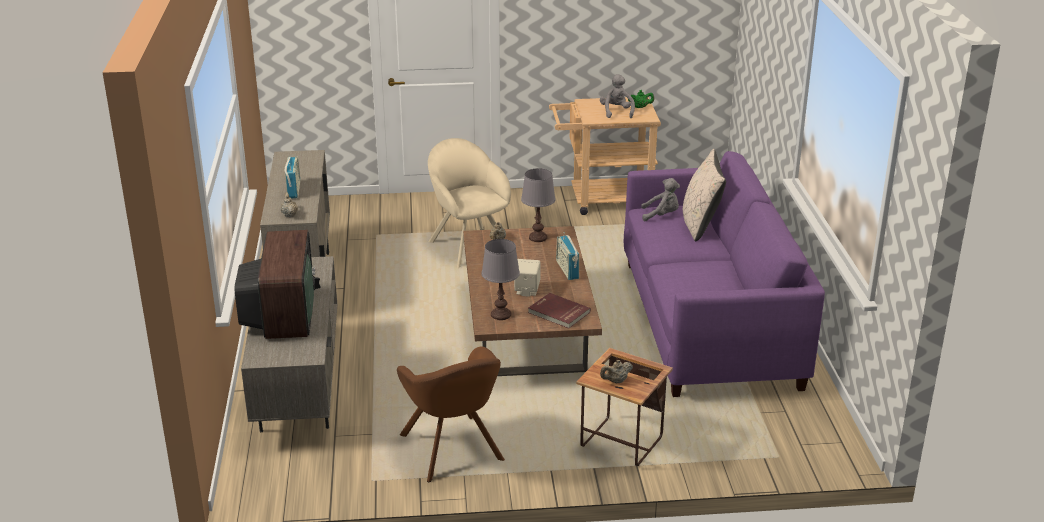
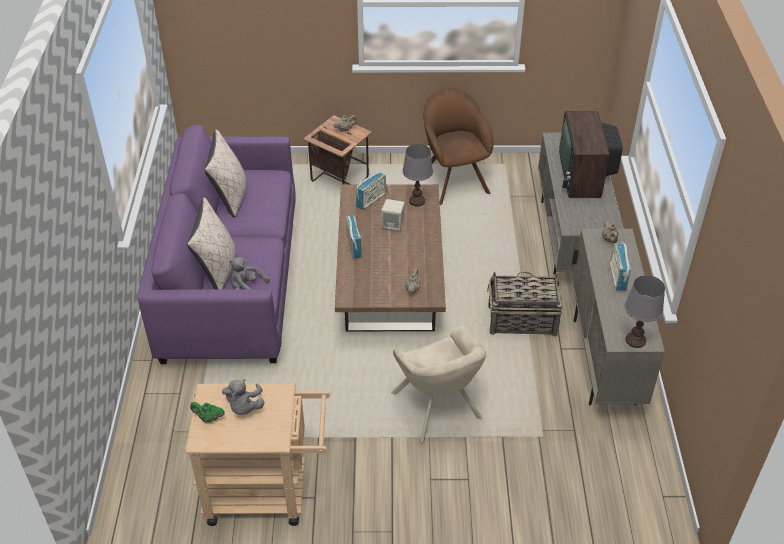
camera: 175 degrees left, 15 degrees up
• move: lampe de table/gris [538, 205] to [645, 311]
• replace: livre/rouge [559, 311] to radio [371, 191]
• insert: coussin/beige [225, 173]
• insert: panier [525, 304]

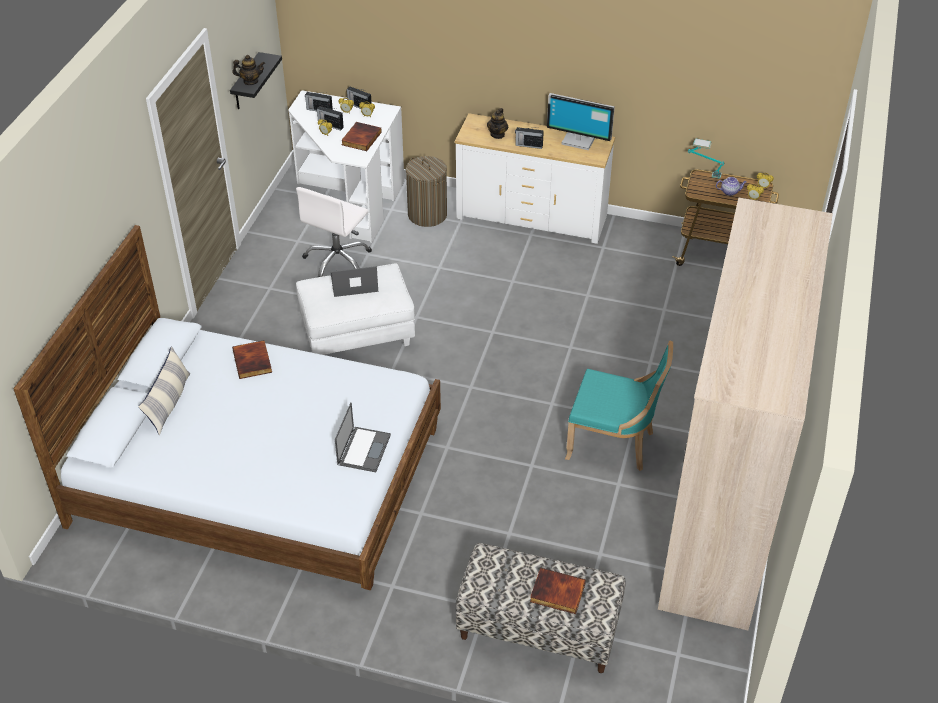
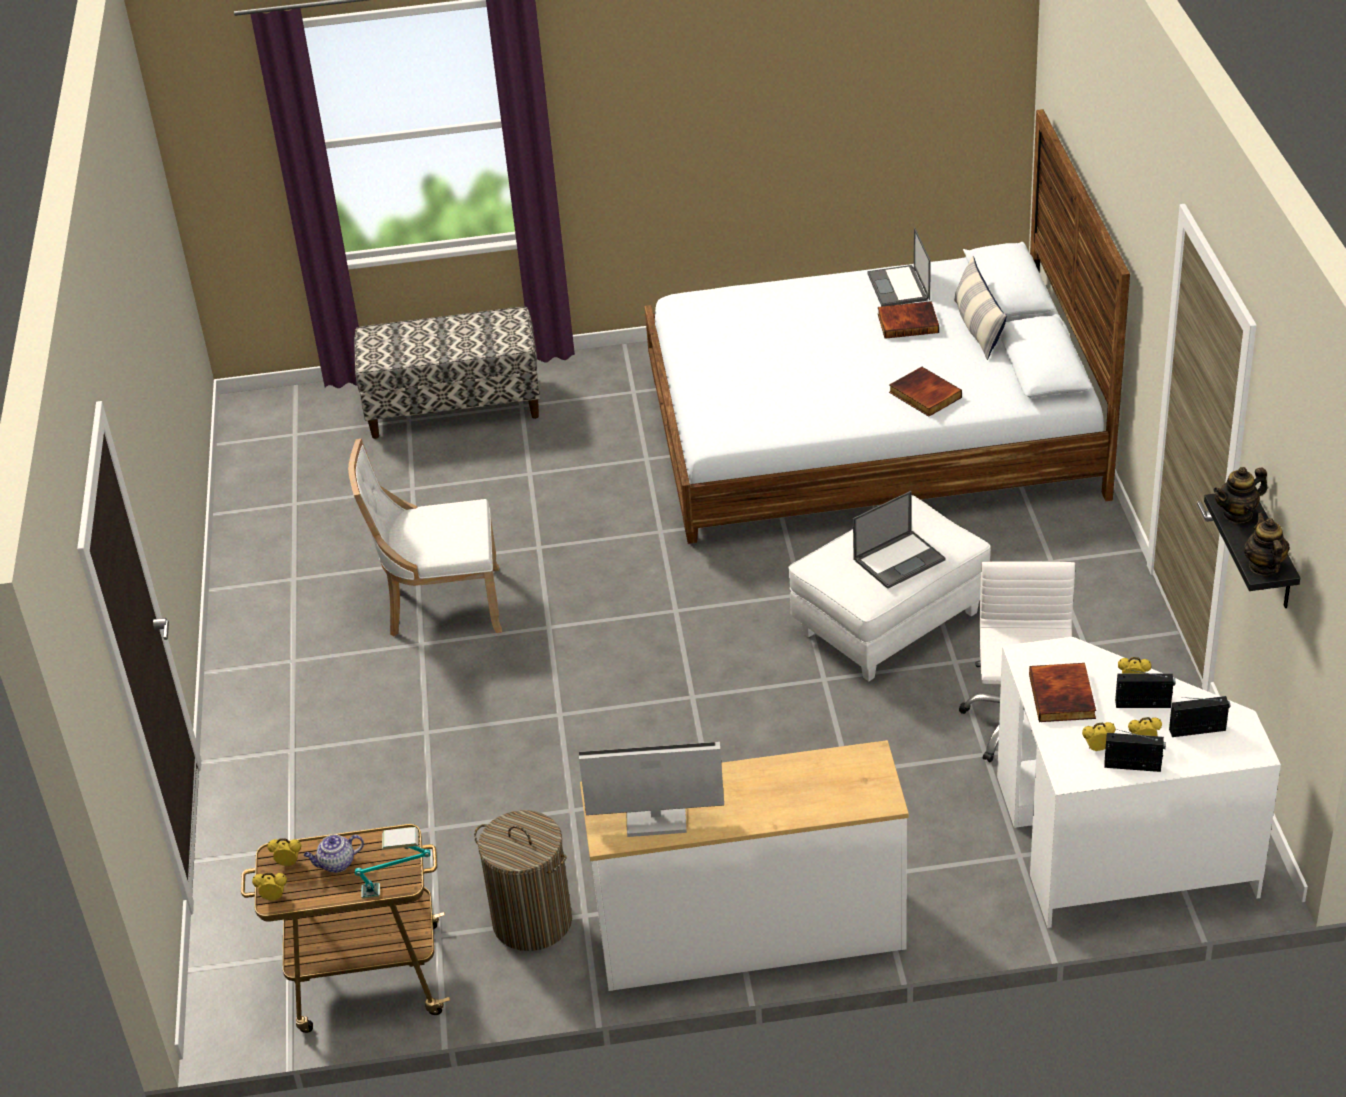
camera: 160 degrees right, 5 degrees down
• move: ordinateur portable [363, 437] to [899, 267]
• move: panier à linge [426, 191] to [523, 880]
• move: théière [497, 123] to [1267, 544]
• delete: radio [529, 138]
• move: livre [558, 591] to [908, 320]
• recolor: chaise/turquoise [619, 405] to chaise/blanc [425, 537]
• delete: armoire [745, 413]

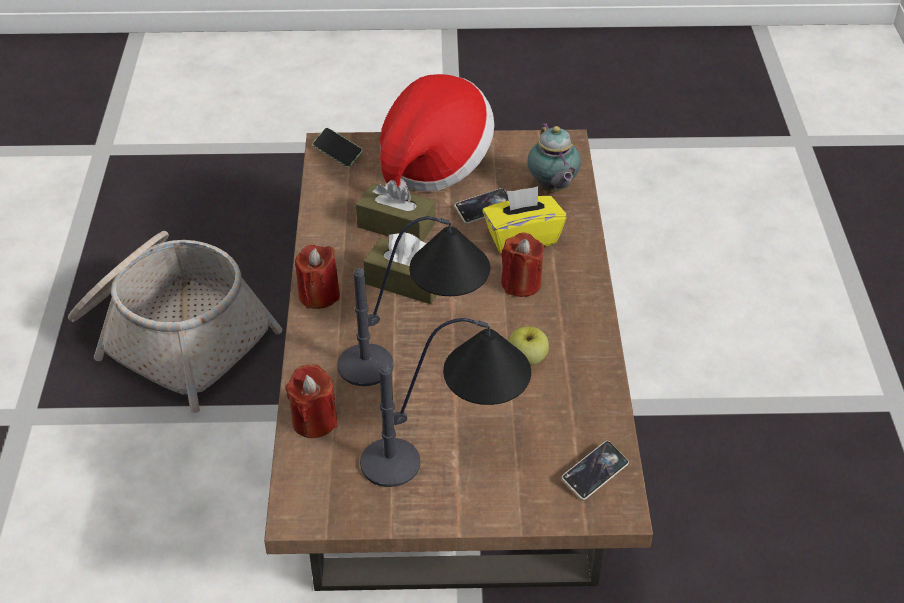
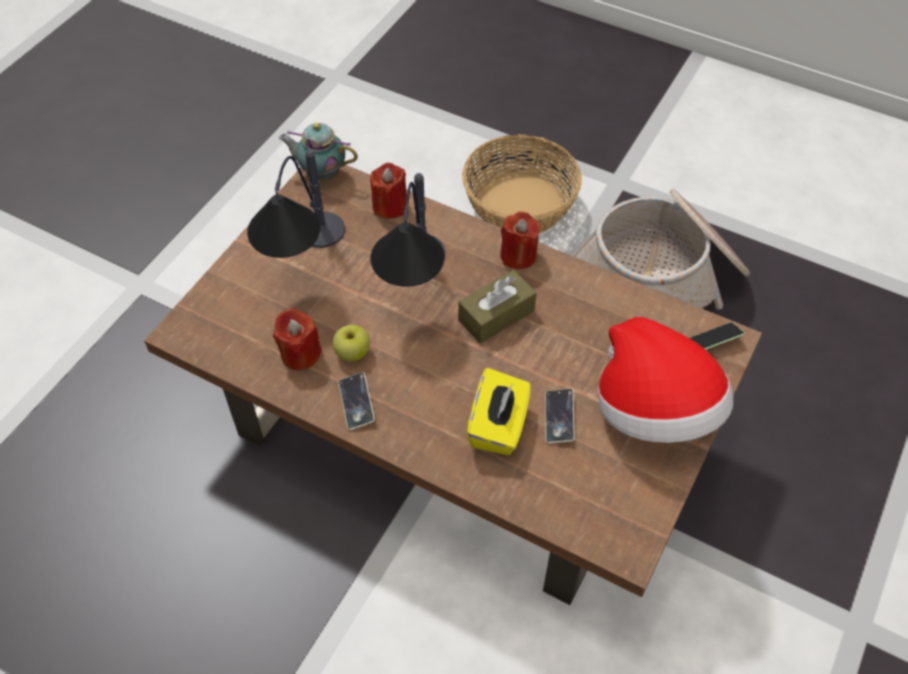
camera: 120 degrees right, 10 degrees up
• delete: boîte à mouchoirs/marron [396, 211]
• move: bougie/rouge [523, 264] to [297, 339]
• move: théière [554, 157] to [318, 152]
• move: téléphone [595, 470] to [357, 401]
• insert: panier [522, 184]

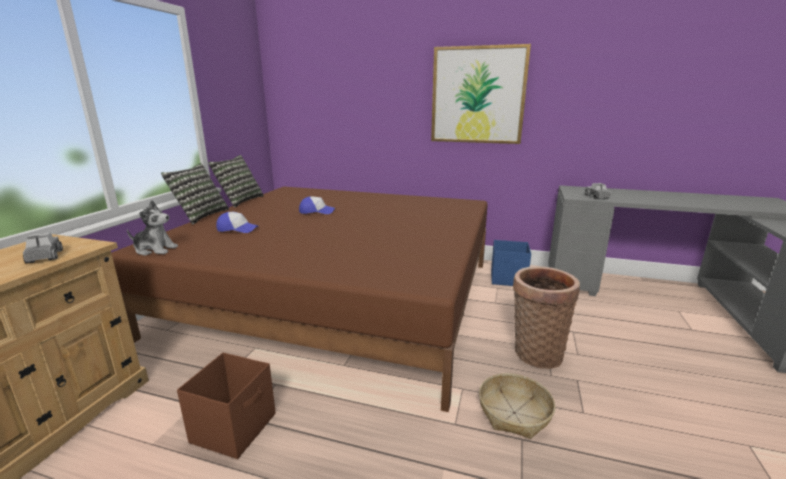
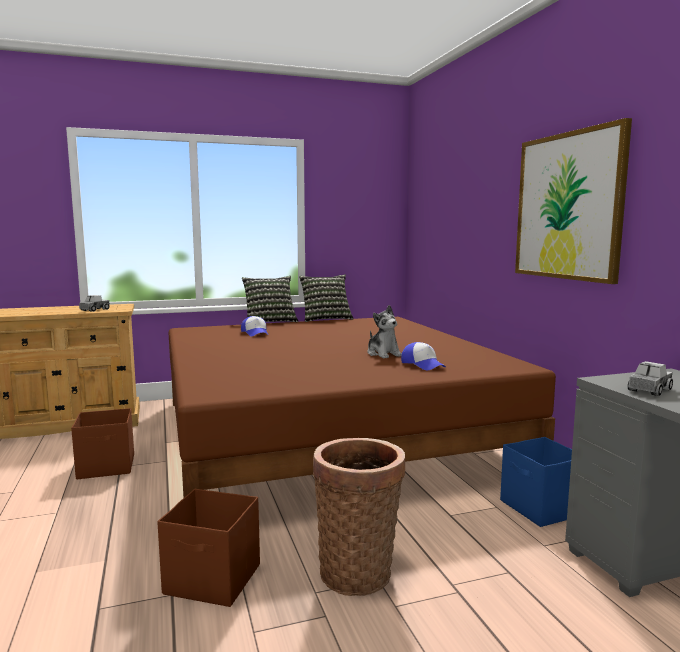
camera: 55 degrees right, 10 degrees down
• move: peluche [152, 228] to [384, 331]
• move: casquette [317, 205] to [423, 356]
• replace: panier [517, 406] to boîte de rangement/marron [208, 548]

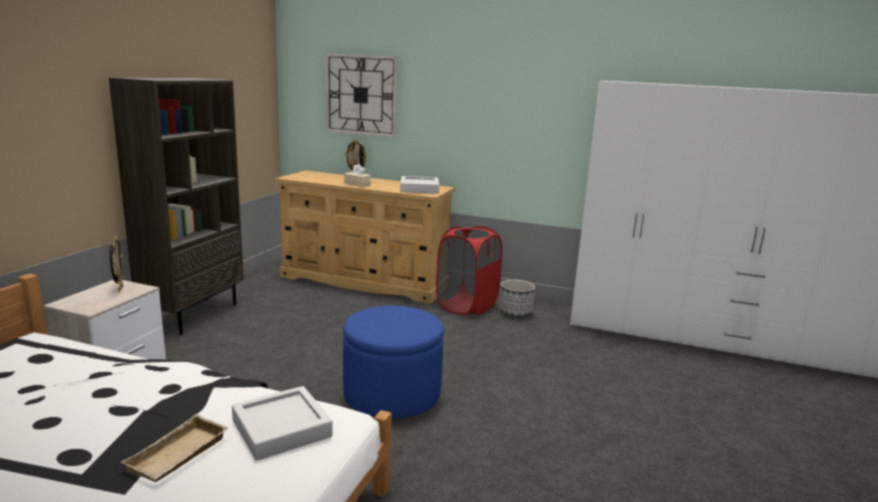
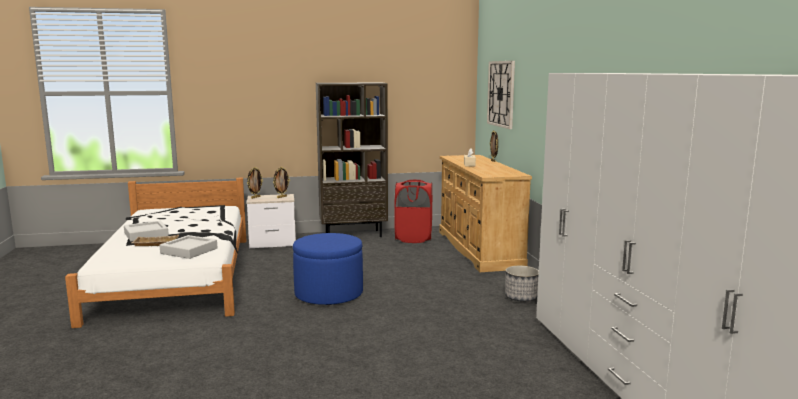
camera: 60 degrees right, 5 degrees down
• move: plateau/gris [419, 185] to [146, 231]
• move: panier à linge/rouge [469, 270] to [413, 211]
• insert: cadre photo [255, 183]

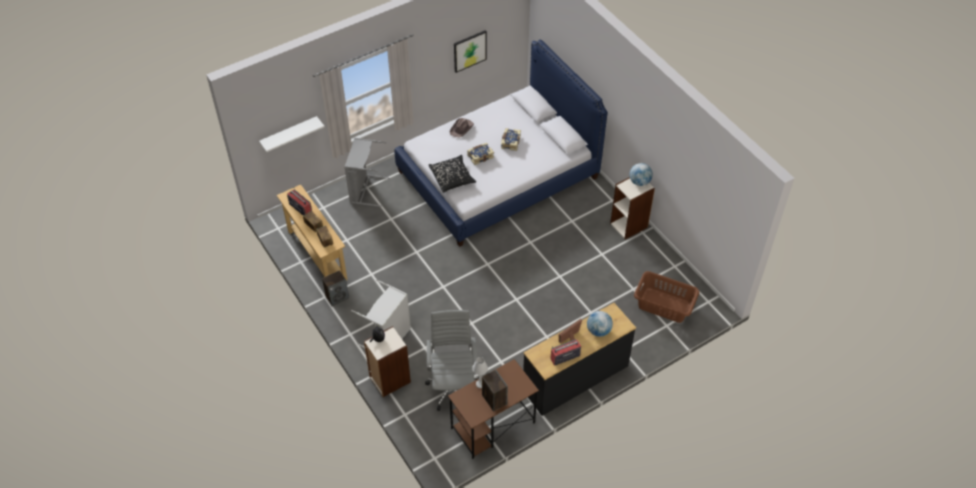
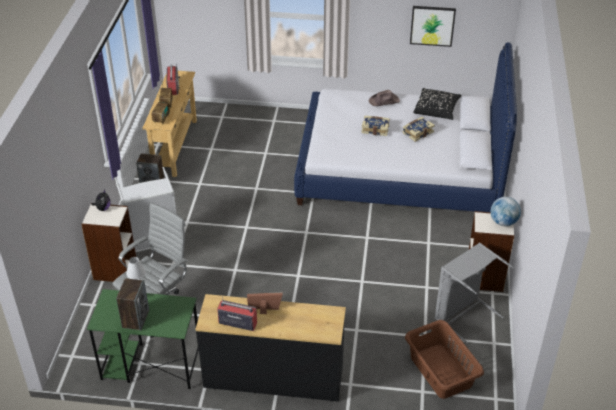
camera: 40 degrees right, 10 degrees down
• delete: étagère/blanc [291, 134]
• move: panier à linge/gris [367, 172] to [474, 293]
• move: coussin/noir [452, 174] to [437, 104]
• recolor: bureau/marron [493, 409] to bureau/vert [143, 339]
• delete: globe [600, 324]

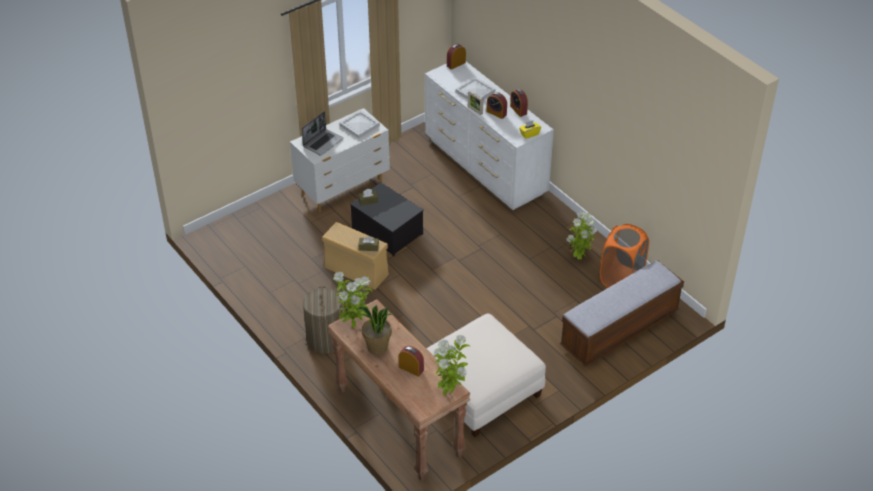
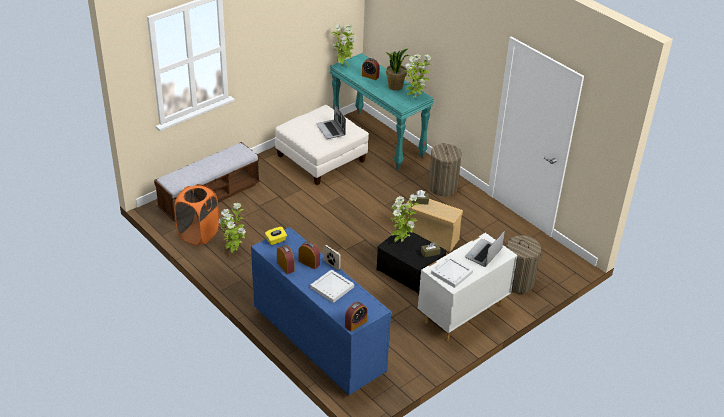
camera: 175 degrees right, 5 degrees down
• recolor: table console/marron [399, 390] to table console/turquoise [382, 111]
• recolor: commode/blanc [489, 136] to commode/bleu [321, 311]
• insert: ordinateur portable [331, 121]
• insert: plante en pot [405, 218]
• insert: panier à linge [524, 265]

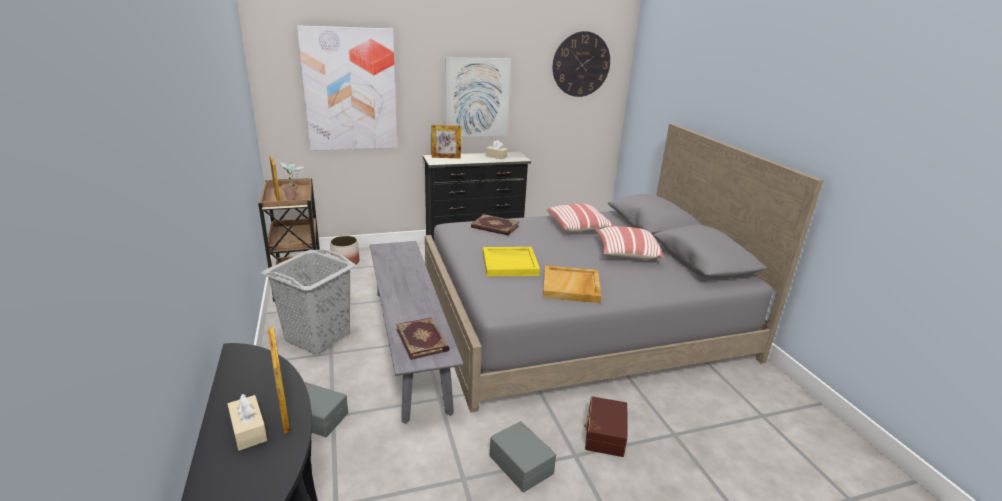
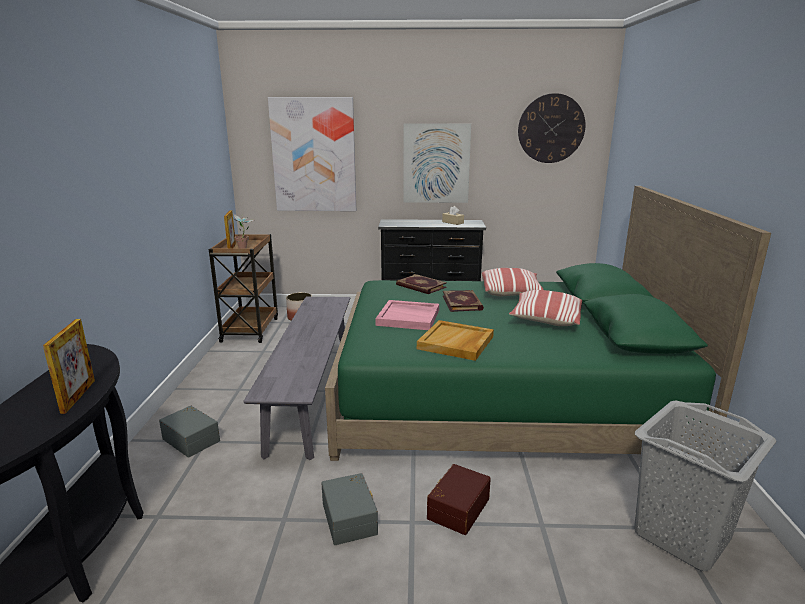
camera: 20 degrees right, 5 degrees down
• delete: boîte à mouchoirs/beige [247, 422]
• move: panier à linge/gris [309, 301] to [705, 485]
• move: livre [423, 339] to [463, 301]
• recolor: lit/gris [624, 268] to lit/vert [548, 323]
• delete: cadre photo [446, 141]
• recolor: plateau/jaune [511, 261] to plateau/rose [407, 315]

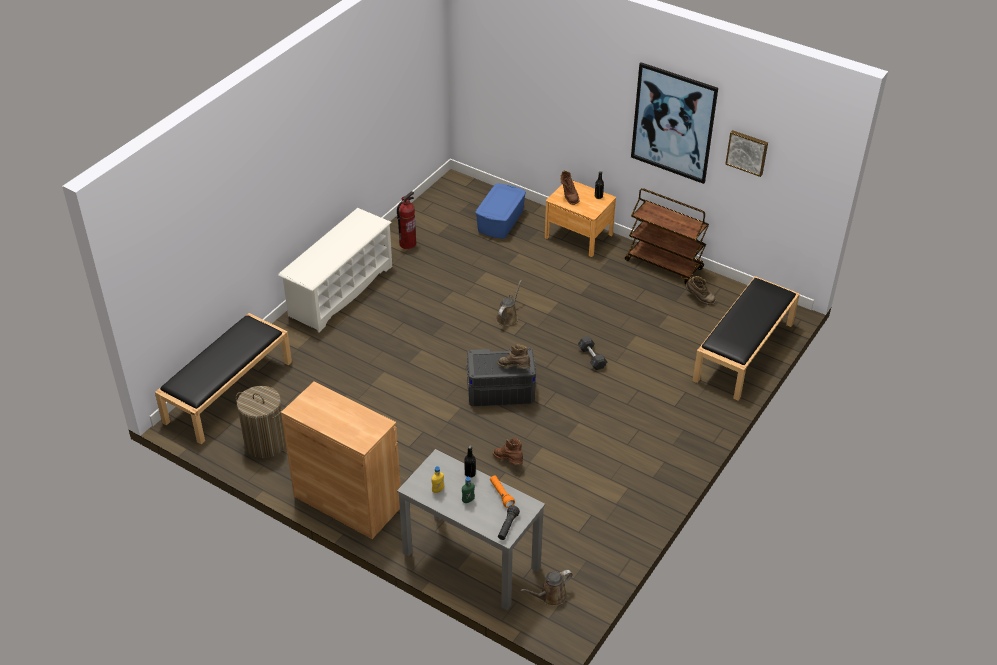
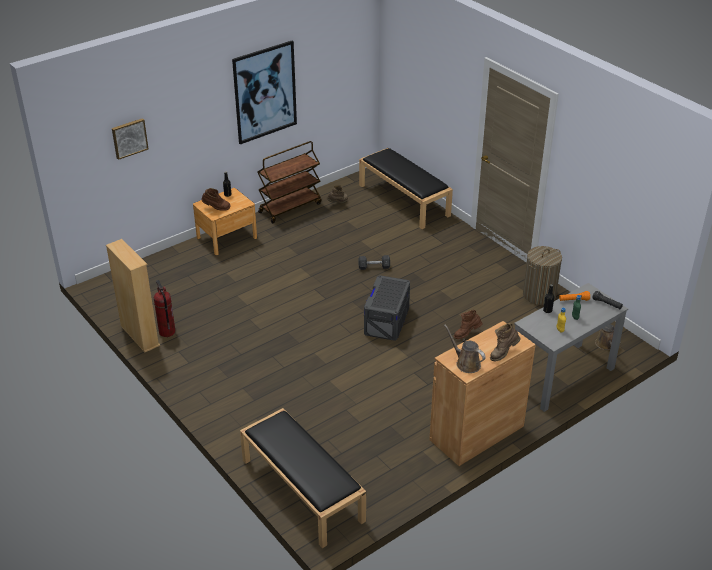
camera: 70 degrees left, 5 degrees down
• move: panier à linge [260, 422] to [542, 275]
• delete: étagère à chaussures/blanc [335, 270]
• delete: boîte de rangement/bleu [500, 211]
• move: arrosoir/marron [509, 303] to [465, 349]
• move: botte/marron [514, 356] to [505, 342]
• move: tableau [746, 153] to [130, 139]
• insert: bibliothèque/beige [133, 295]

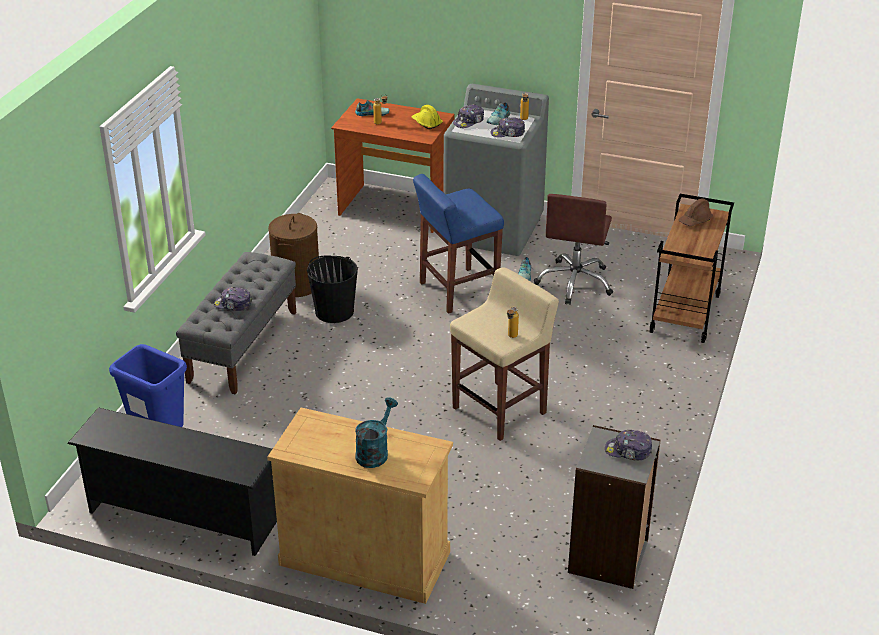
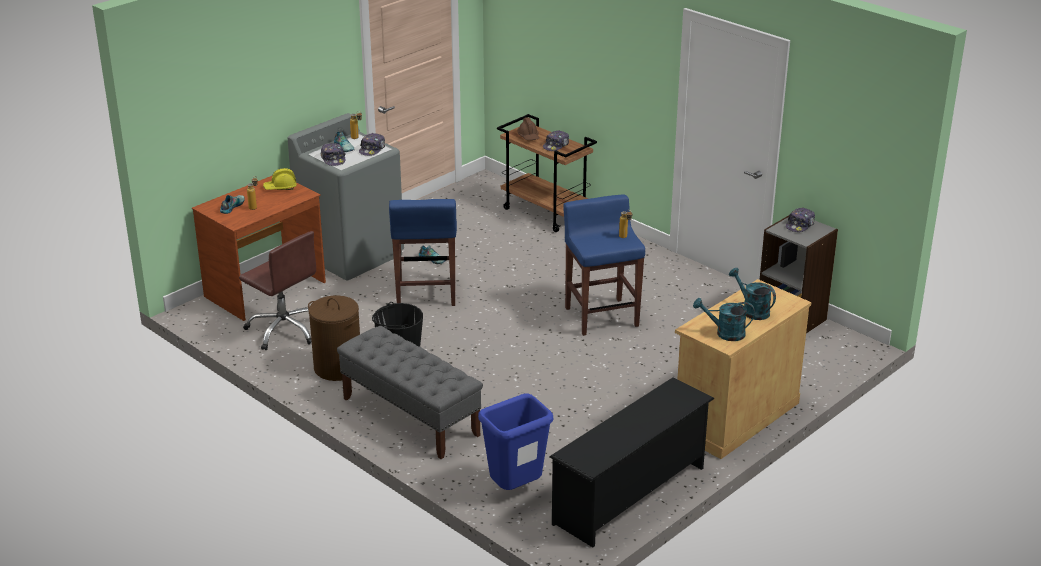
camera: 65 degrees left, 5 degrees down
• move: casquette [233, 299] to [556, 140]
• recolor: tabouret/beige [504, 354] to tabouret/bleu [604, 265]
• move: chaise de bureau/marron [573, 249] to [277, 290]
• insert: arrosoir/turquoise [724, 319]

